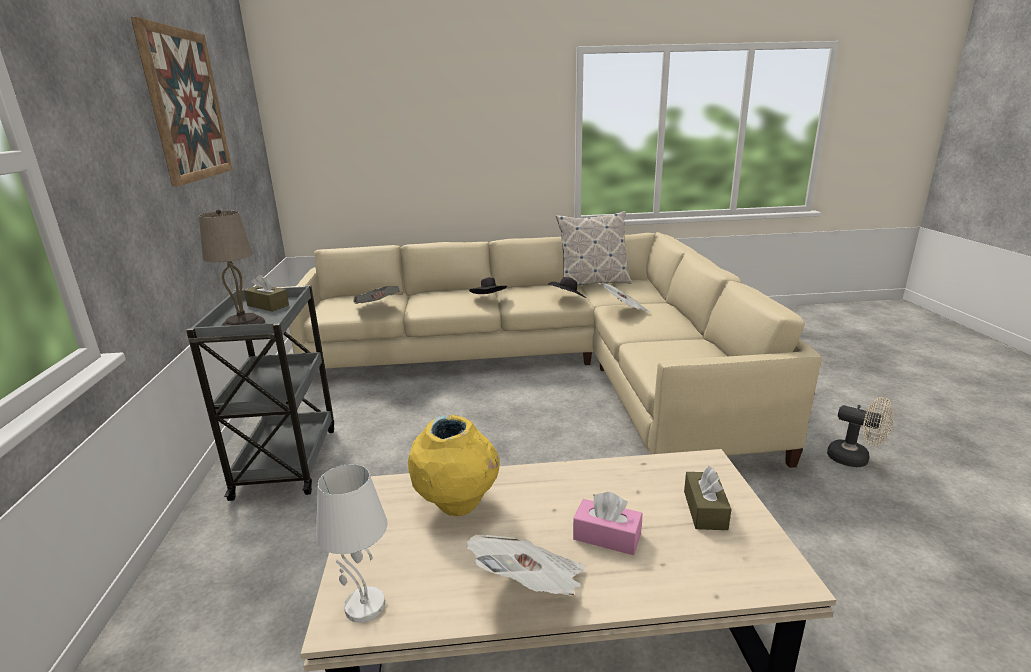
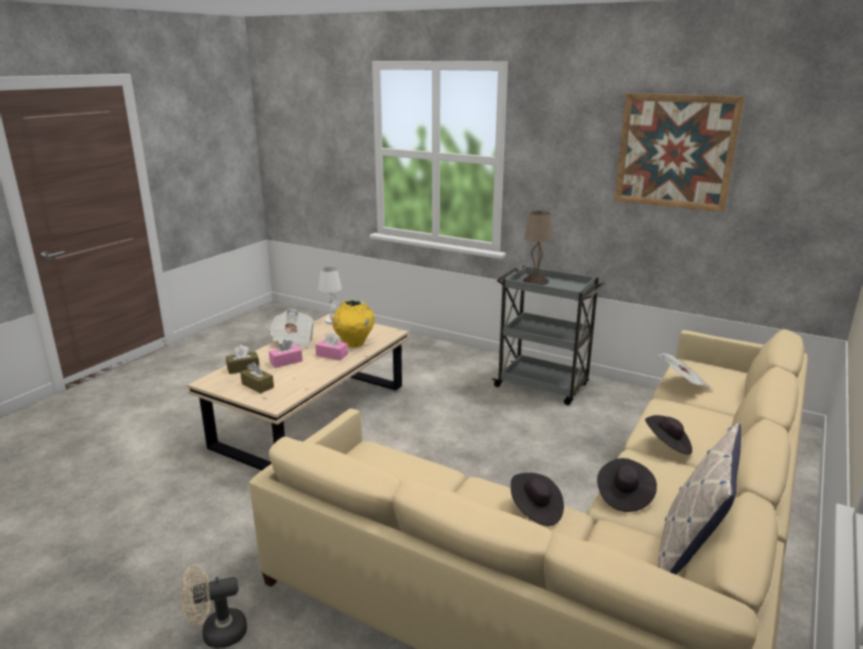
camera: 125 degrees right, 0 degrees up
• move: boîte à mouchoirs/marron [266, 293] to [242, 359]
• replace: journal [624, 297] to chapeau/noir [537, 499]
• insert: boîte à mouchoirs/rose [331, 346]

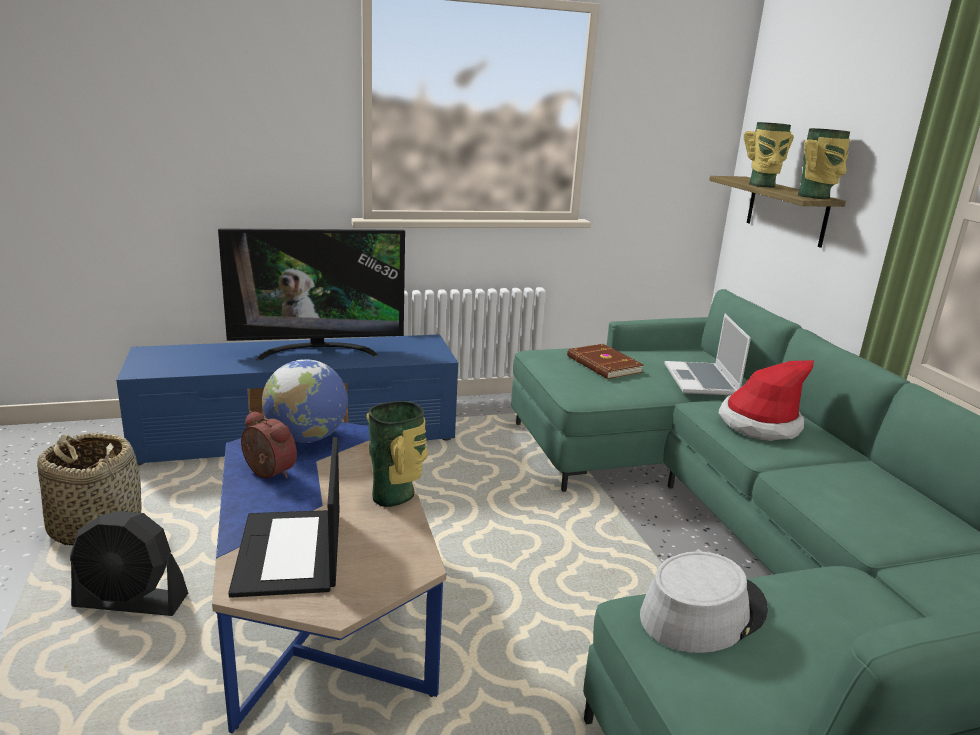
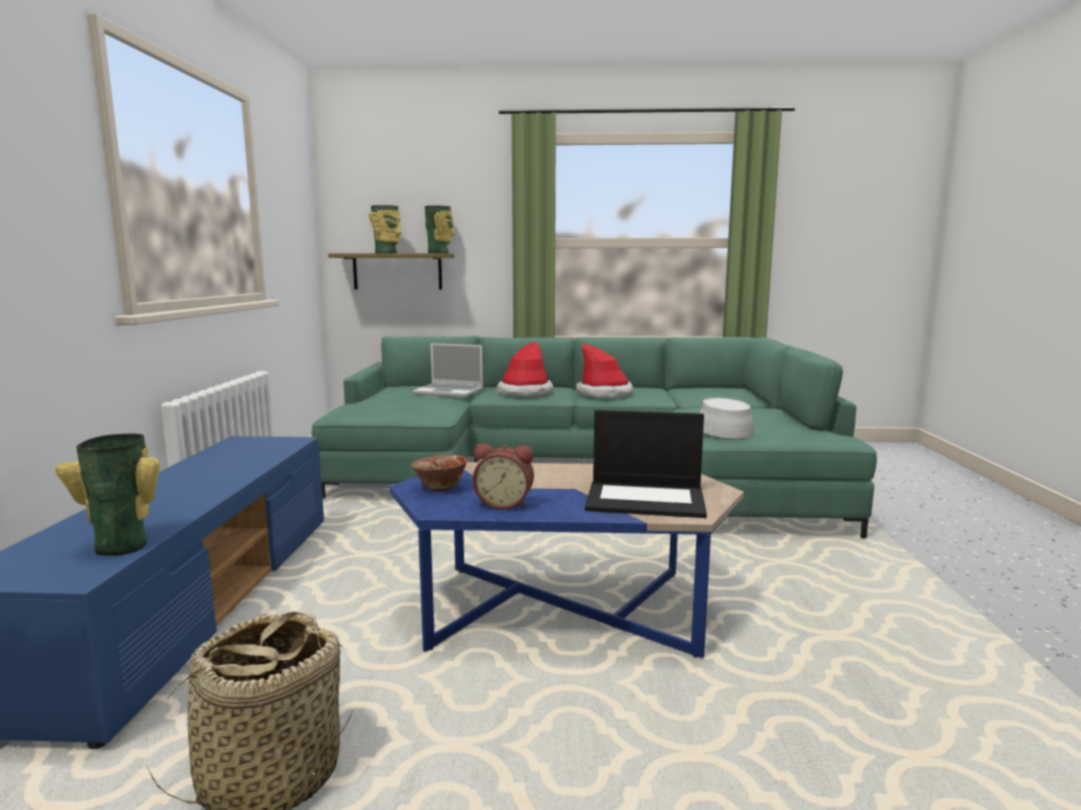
camera: 70 degrees left, 10 degrees down
• delete: ventilateur/noir [129, 563]
• delete: téléviseur [311, 294]
• rotate: réveil [269, 445] = [503, 476] 135 degrees counterclockwise
• replace: globe [305, 401] to bol [439, 473]
• move: vase [397, 454] to [107, 495]
• delete: livre/marron [605, 361]
• insert: chapeau [604, 371]

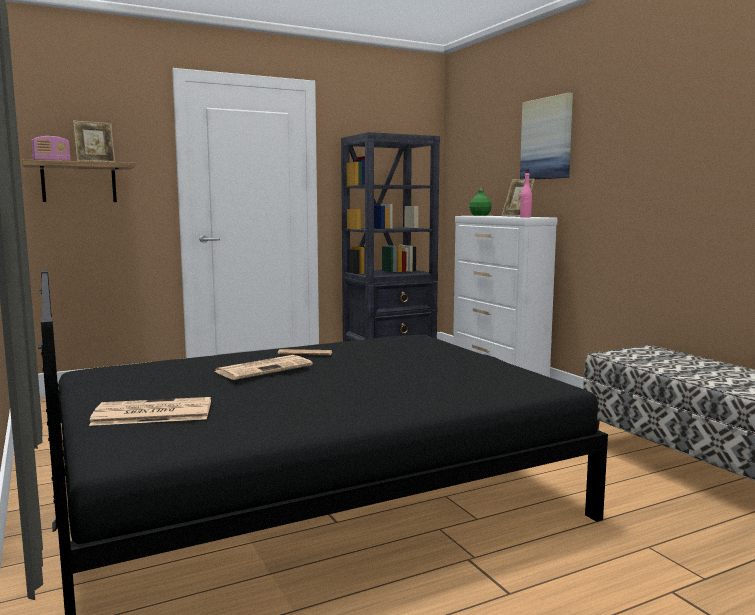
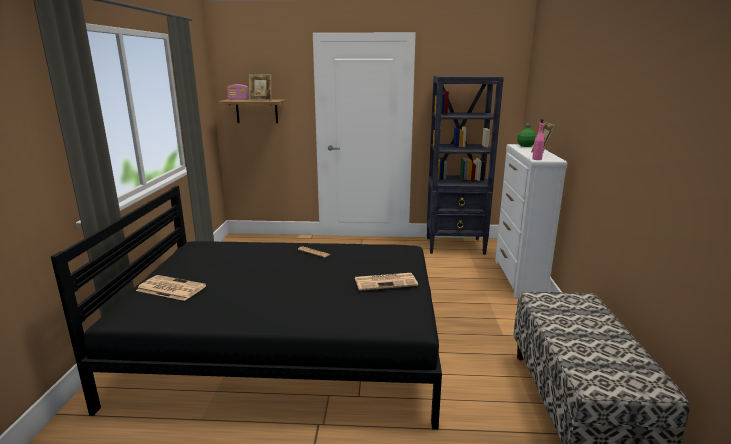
camera: 30 degrees right, 10 degrees up
• move: journal [263, 367] to [386, 282]
• delete: tableau [546, 136]

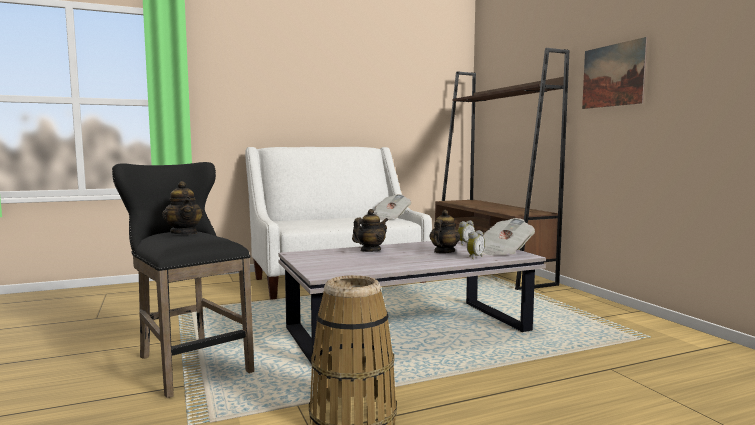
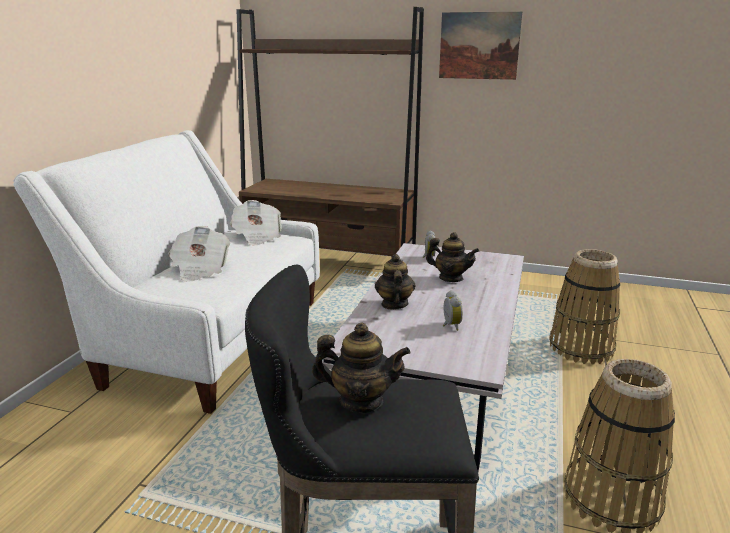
camera: 50 degrees left, 15 degrees up
• rotate: théière [445, 231] = [452, 257] 135 degrees clockwise
• move: réveil [476, 244] to [453, 310]
• move: journal [508, 236] to [199, 254]
• insert: panier [584, 306]

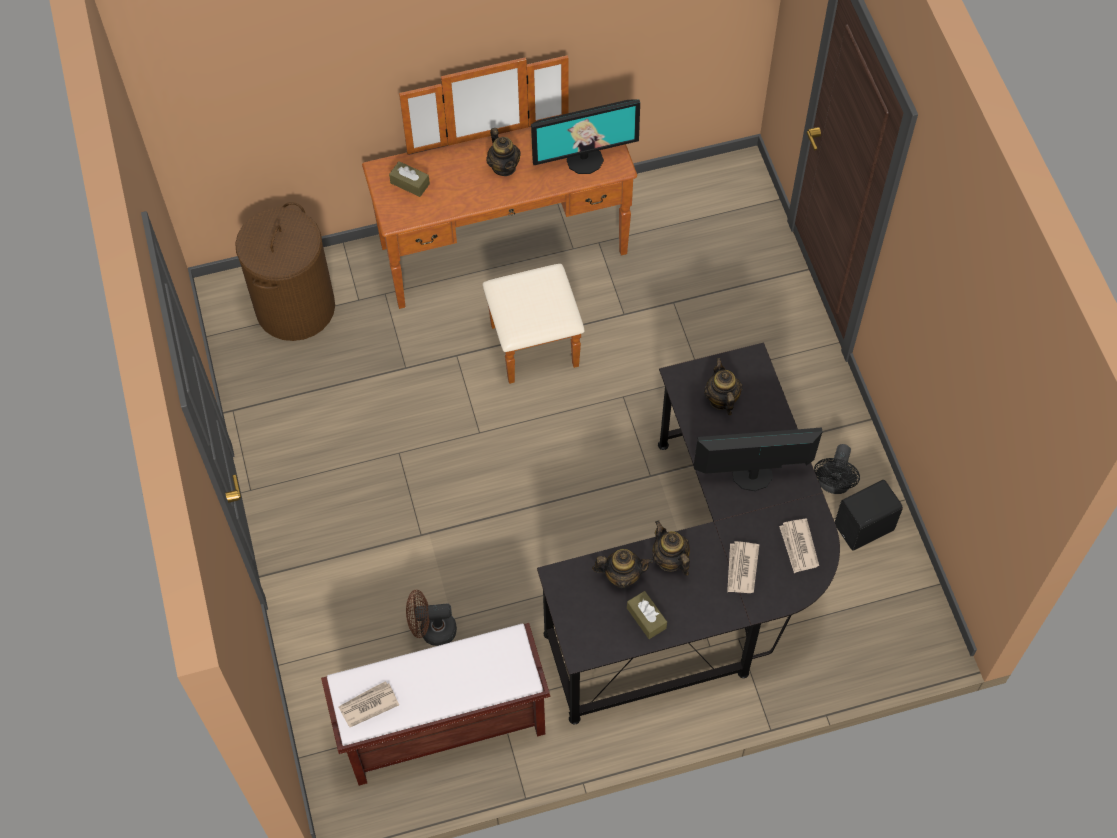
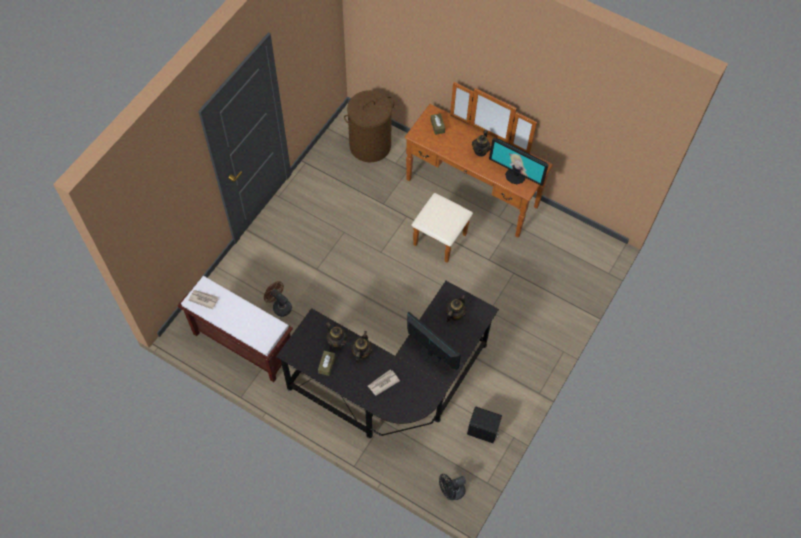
camera: 45 degrees right, 0 degrees up
• delete: journal [799, 546]
• move: ventilateur/noir [837, 469] to [452, 487]

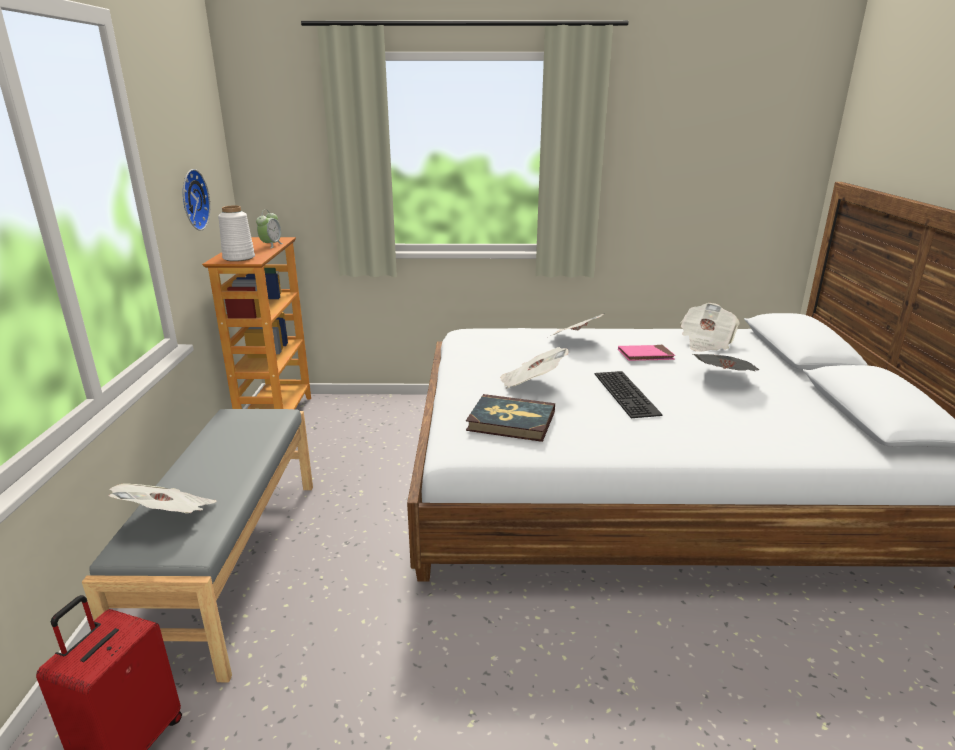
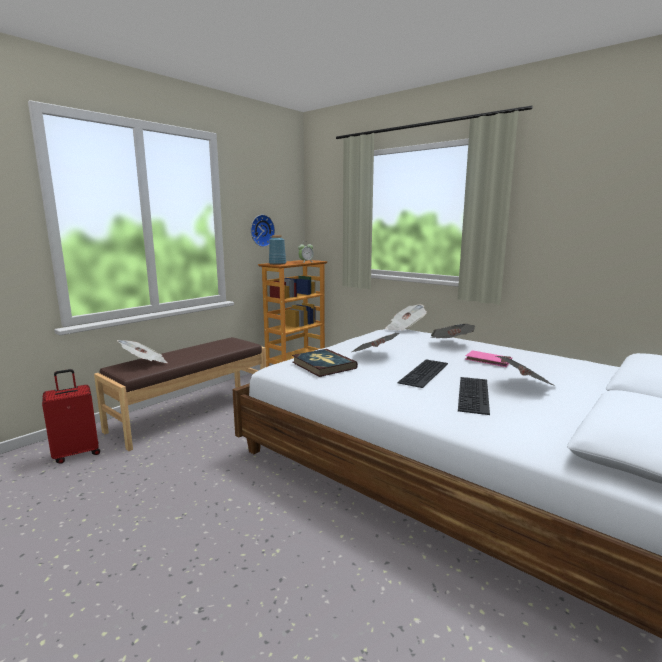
camera: 40 degrees right, 10 degrees down
• recolor: banc/gris [197, 545] to banc/marron [180, 394]
• recolor: vase/blanc [236, 233] to vase/bleu [277, 250]
• move: journal [710, 327] to [406, 317]
• insert: clavier [474, 396]

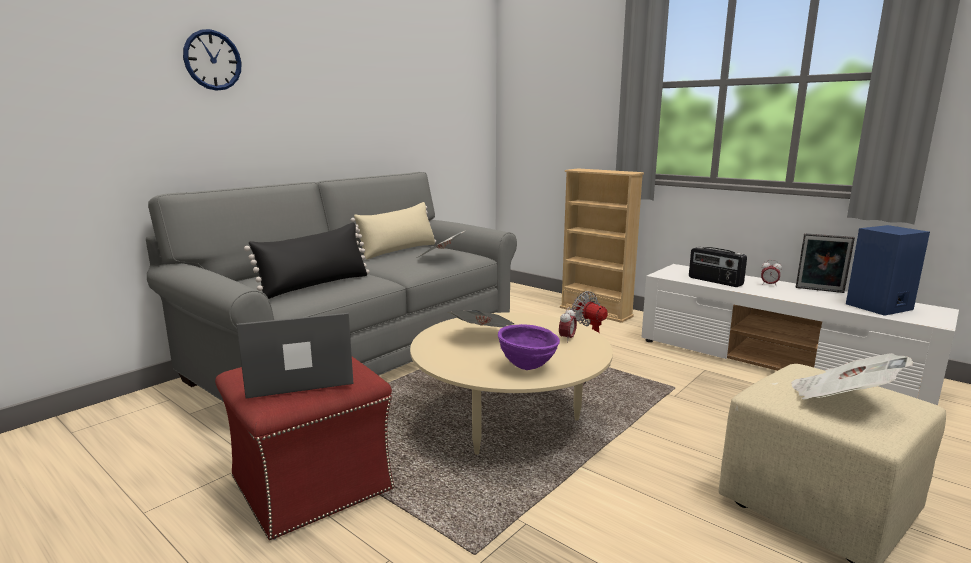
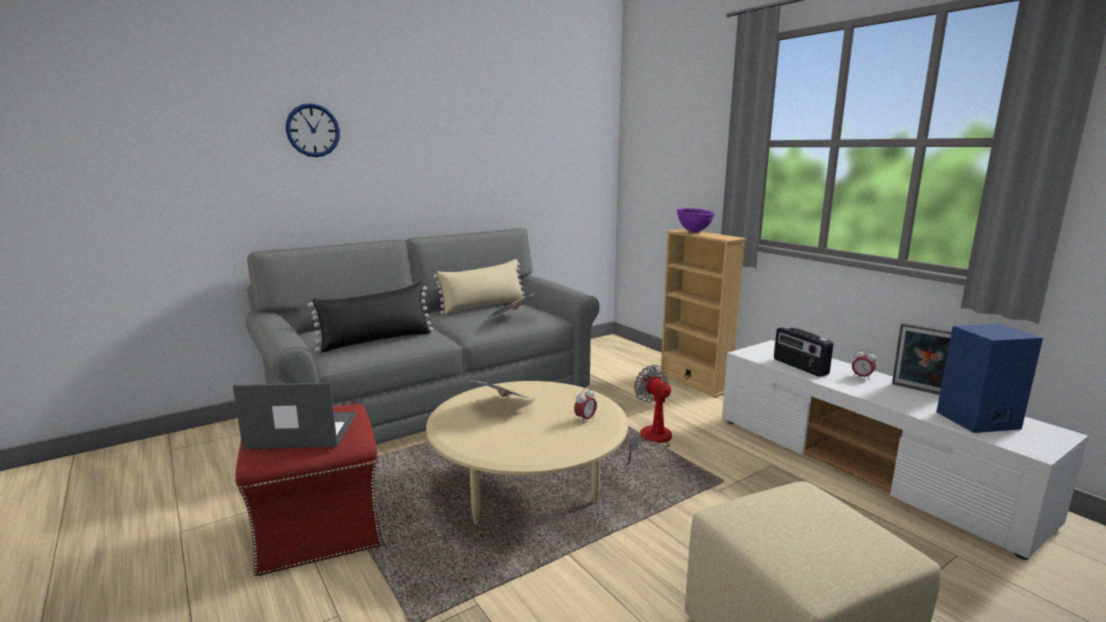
camera: 15 degrees right, 0 degrees up
• move: bol/violet [529, 347] to [696, 220]
• delete: journal [852, 376]

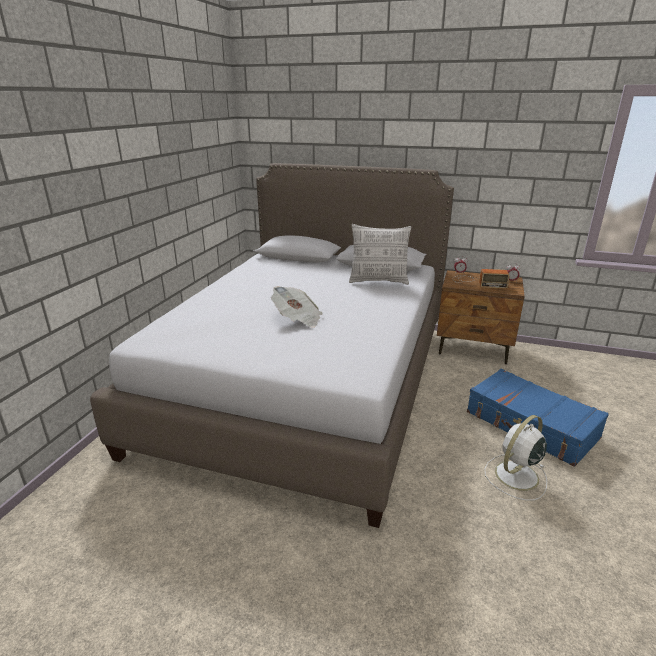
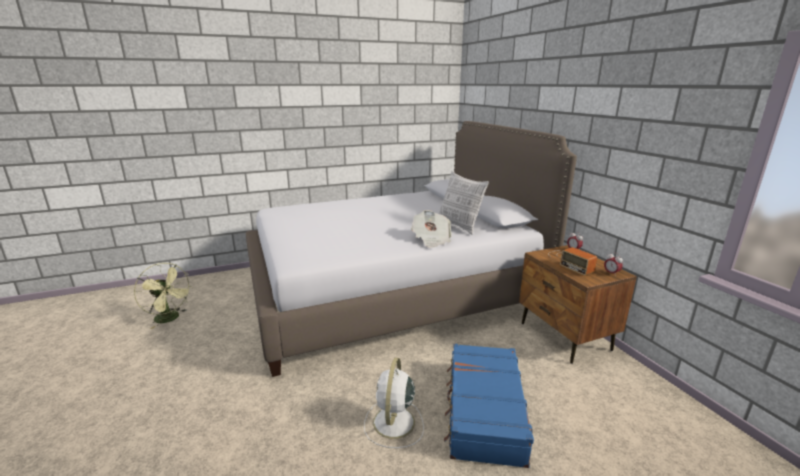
camera: 50 degrees right, 5 degrees down
• move: journal [296, 307] to [431, 229]
• rotate: ventilateur/blanc [515, 458] = [394, 403] 90 degrees counterclockwise
• insert: ventilateur/vert [163, 296]

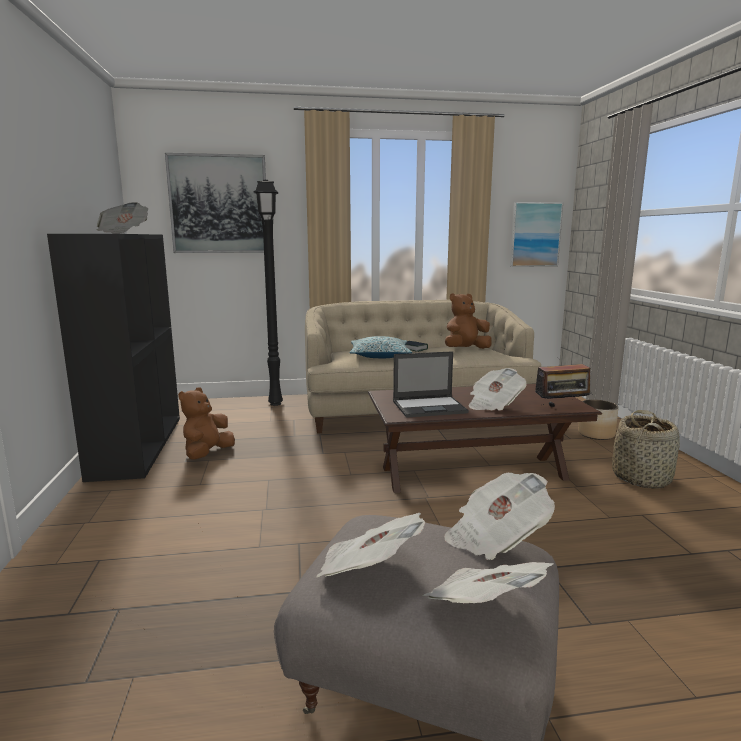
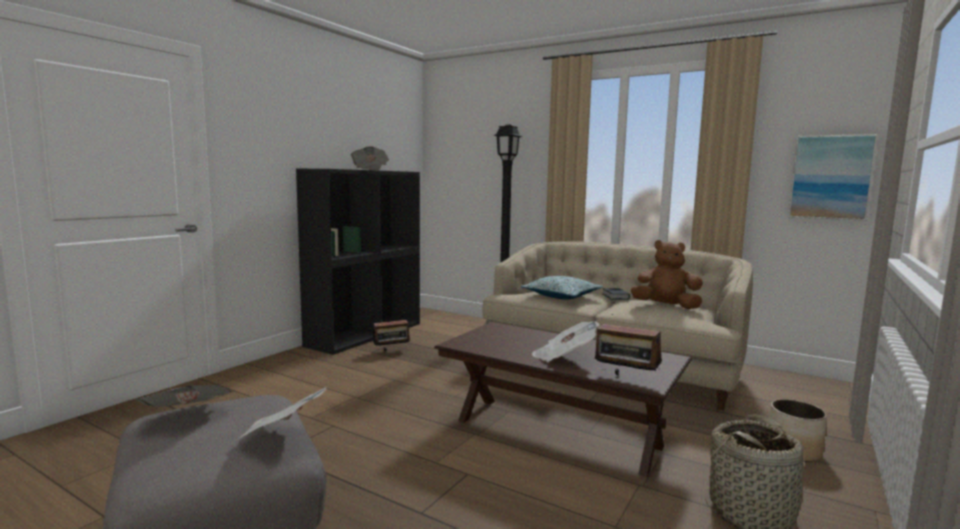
camera: 40 degrees right, 5 degrees down
• delete: tableau [215, 203]
• replace: peluche/marron [206, 423] to radio [391, 333]
• delete: ordinateur portable [431, 384]
• delete: journal [487, 582]

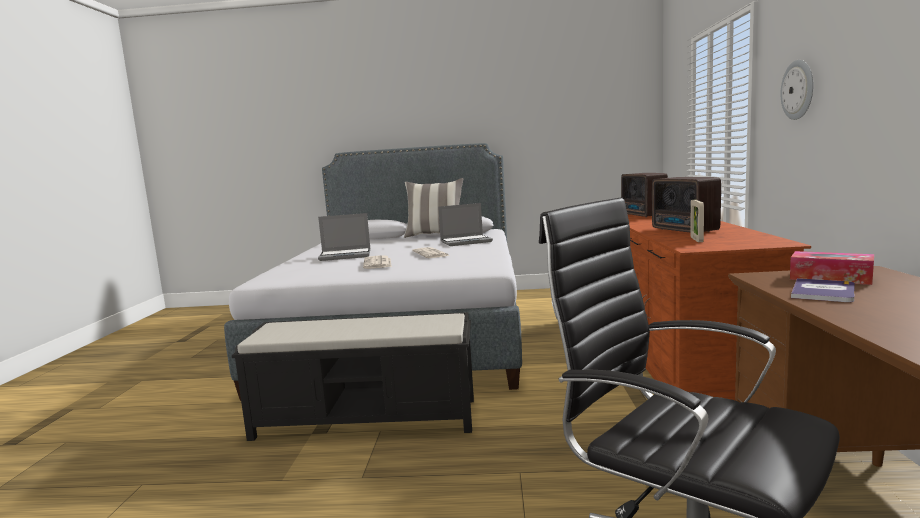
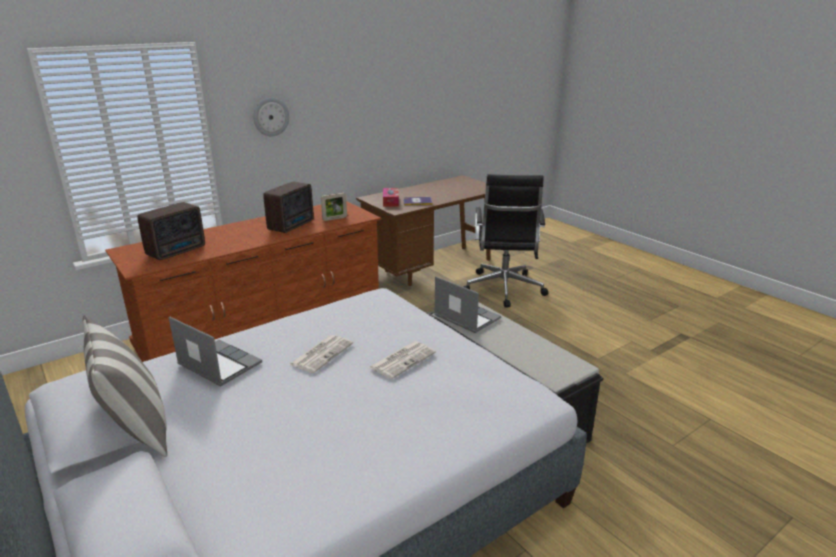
camera: 130 degrees left, 15 degrees up
• move: ordinateur portable [344, 237] to [467, 304]

